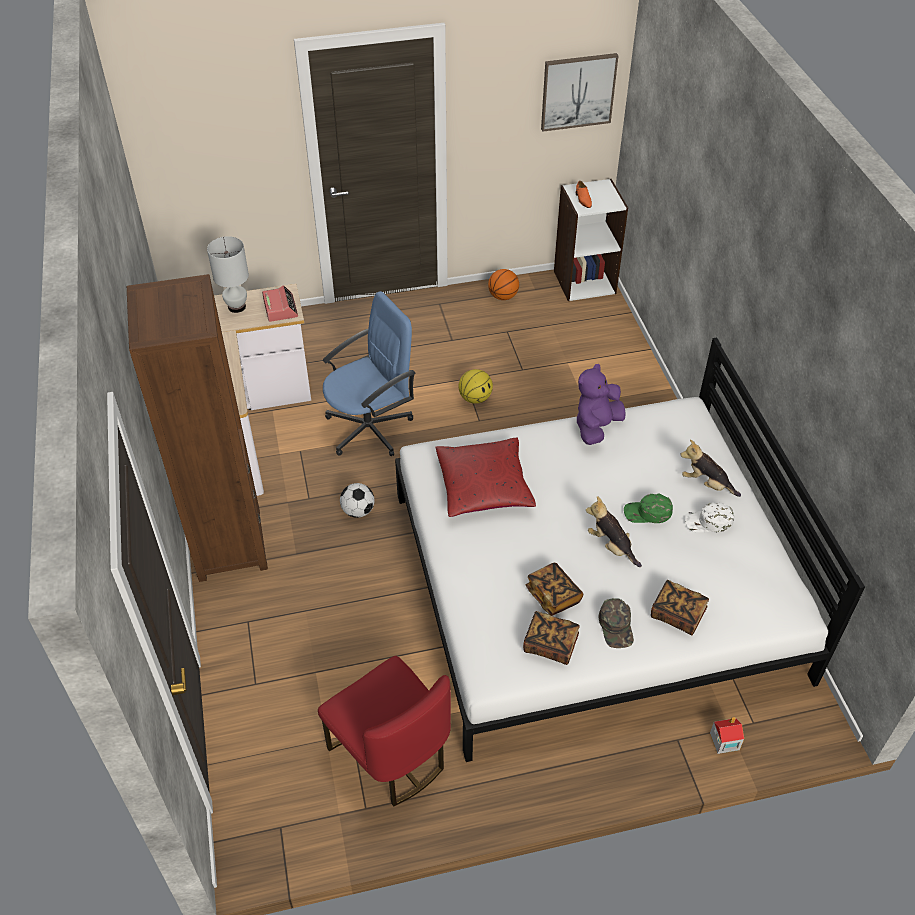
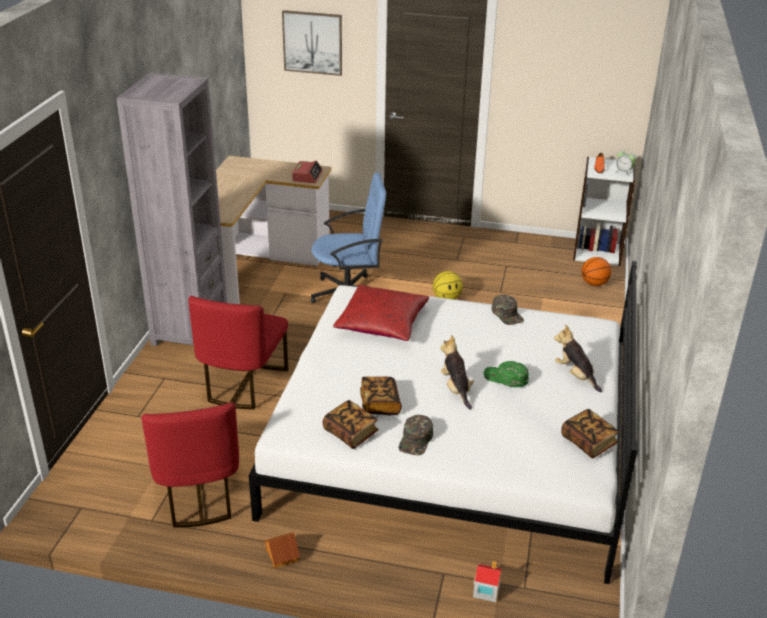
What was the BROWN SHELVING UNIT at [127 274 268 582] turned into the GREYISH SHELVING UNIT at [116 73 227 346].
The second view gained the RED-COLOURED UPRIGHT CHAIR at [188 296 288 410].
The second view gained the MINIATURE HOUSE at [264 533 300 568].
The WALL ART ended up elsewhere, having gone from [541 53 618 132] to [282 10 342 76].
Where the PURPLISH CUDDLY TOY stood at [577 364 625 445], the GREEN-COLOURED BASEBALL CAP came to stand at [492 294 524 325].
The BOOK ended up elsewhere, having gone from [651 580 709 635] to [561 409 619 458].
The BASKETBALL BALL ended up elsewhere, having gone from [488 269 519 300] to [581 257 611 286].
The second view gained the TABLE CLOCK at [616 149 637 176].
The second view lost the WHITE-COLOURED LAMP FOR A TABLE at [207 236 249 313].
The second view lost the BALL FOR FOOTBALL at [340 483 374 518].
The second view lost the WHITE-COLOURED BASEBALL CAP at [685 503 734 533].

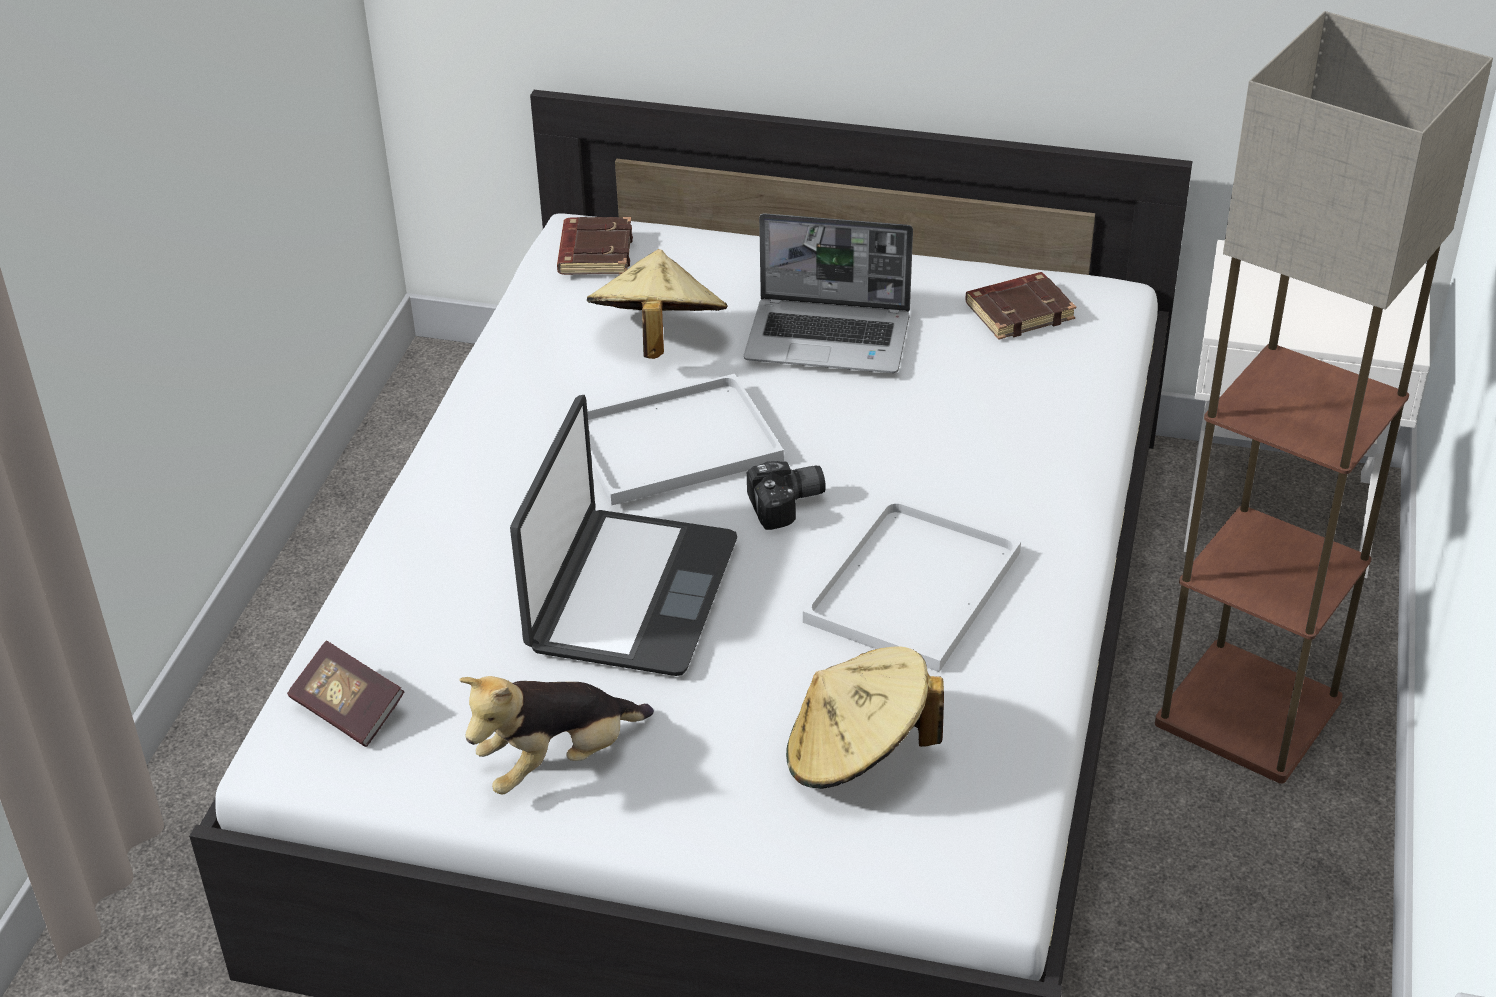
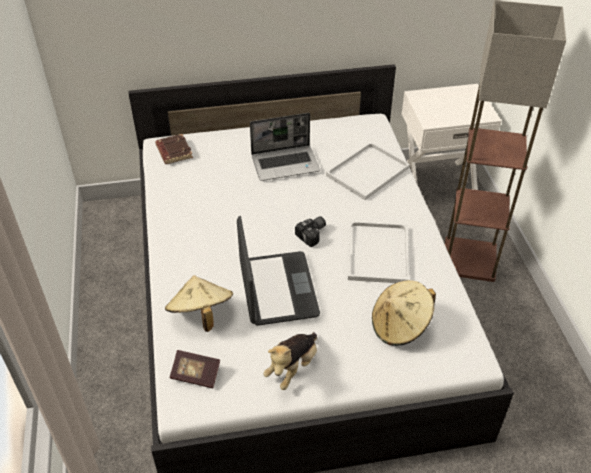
The SAND-COLOURED HAT ended up elsewhere, having gone from [587 249 727 359] to [165 275 233 332].
The WHITE-COLOURED TRAY ended up elsewhere, having gone from [587 374 784 506] to [326 142 410 200].
The second view lost the BROWN BOOK at [965 272 1076 340].

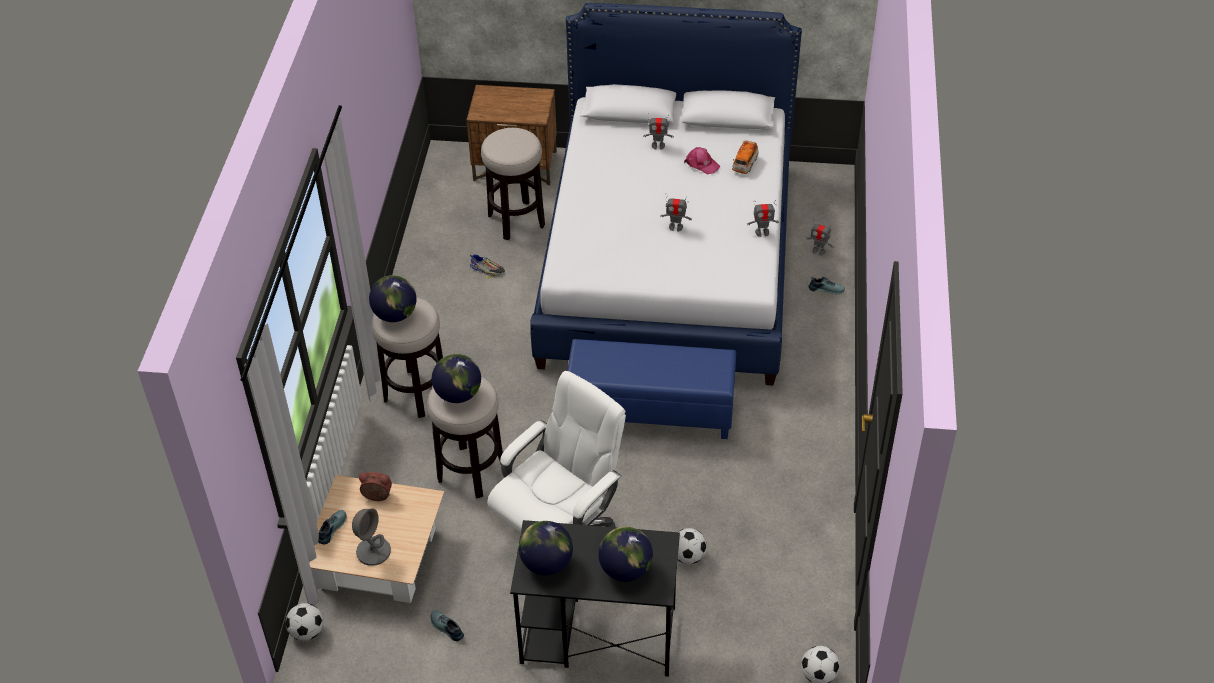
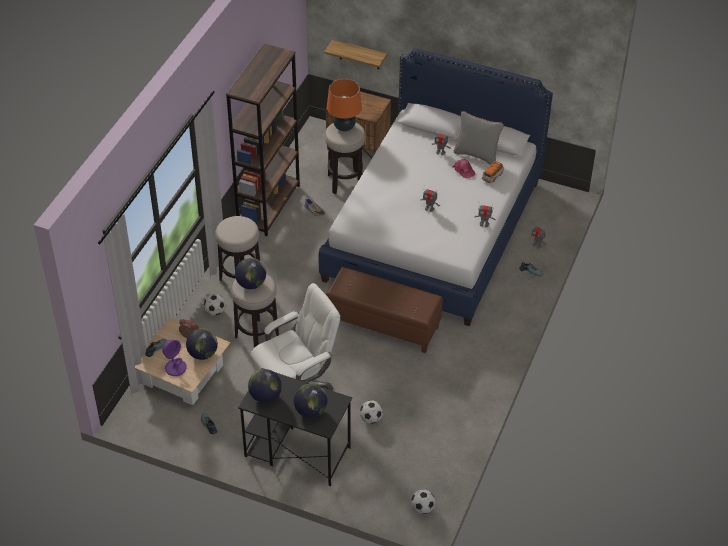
What was the GREYISH LAMP FOR A TABLE at [352 508 391 566] turned into the PURPLISH LAMP FOR A TABLE at [162 340 187 376].
The GLOBE ended up elsewhere, having gone from [369 275 416 322] to [186 328 218 360].
The BALL FOR FOOTBALL ended up elsewhere, having gone from [286 603 323 641] to [204 294 225 316].
The second view gained the BROWN SHELVING UNIT at [226 43 300 236].
The second view gained the WALL SHELF at [324 40 387 69].
What was the BLUE-COLOURED OTTOMAN at [567 339 736 439] turned into the BROWN OTTOMAN at [326 267 443 353].
The second view gained the ORANGE-COLOURED LAMP FOR A TABLE at [327 79 362 131].
The second view gained the GREYISH THROW PILLOW at [454 111 504 165].

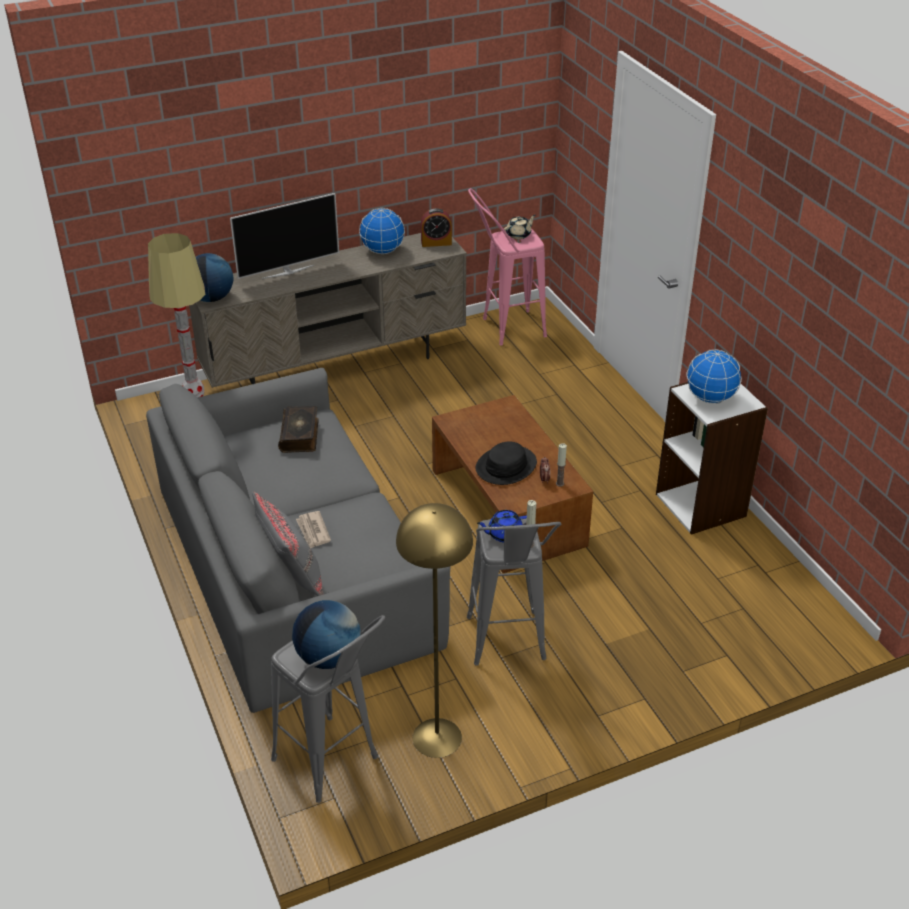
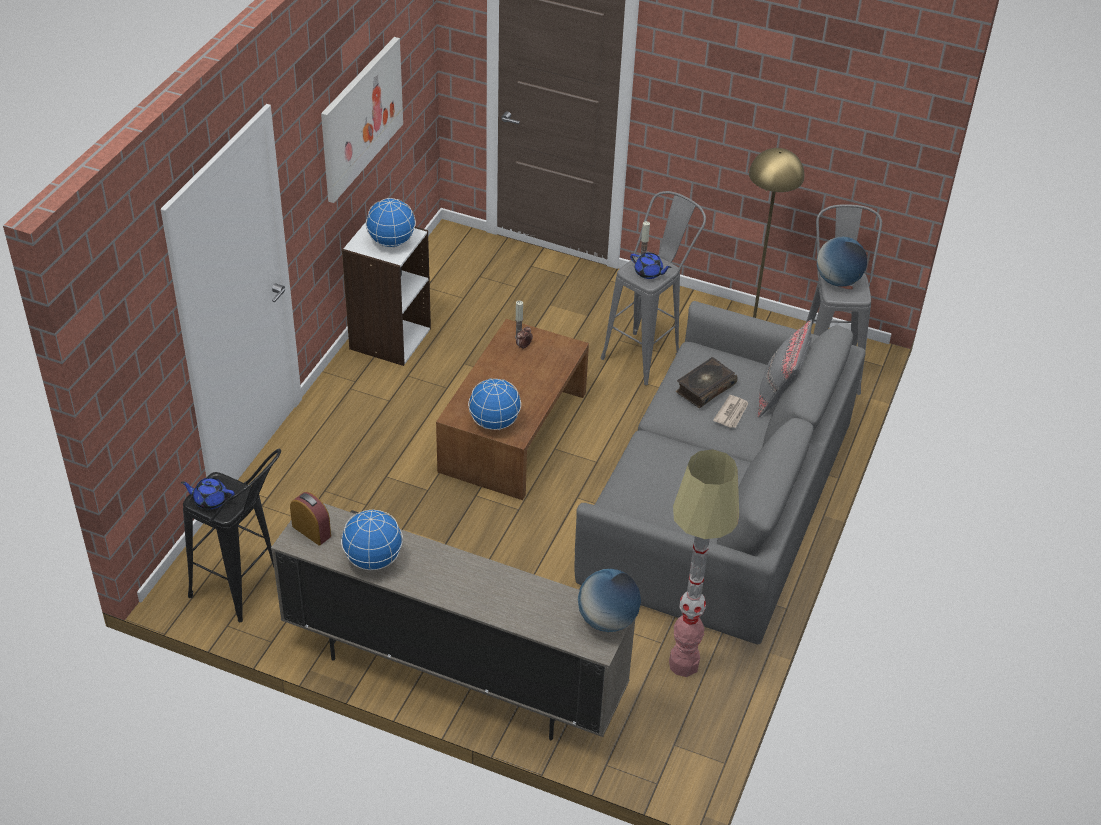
What was the SAND-COLOURED TEAPOT at [504 215 536 239] turned into the BLUE-COLOURED TEAPOT at [181 477 234 509].
What was the PINK-COLOURED SITTING STOOL at [468 188 547 346] turned into the BLACK-COLOURED SITTING STOOL at [183 449 281 622].
The second view gained the WALL ART at [321 37 403 203].
The second view gained the GLOBE at [468 378 521 430].
The BOOK ended up elsewhere, having gone from [278 406 319 453] to [675 357 738 408].
The second view lost the TELEVISION at [230 193 339 279].
The second view lost the BLACK-COLOURED HAT at [475 441 537 485].

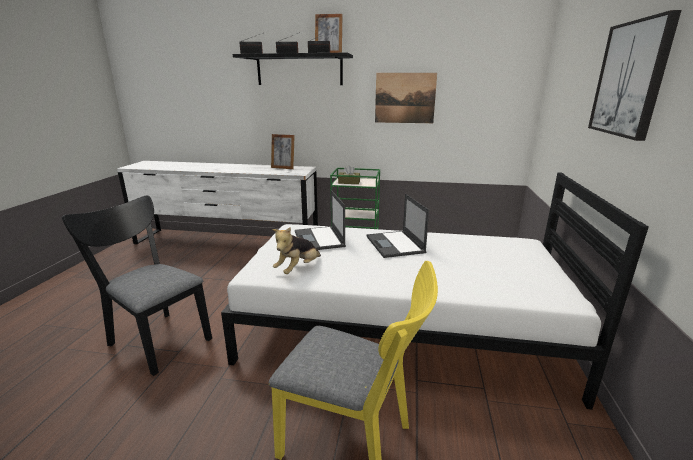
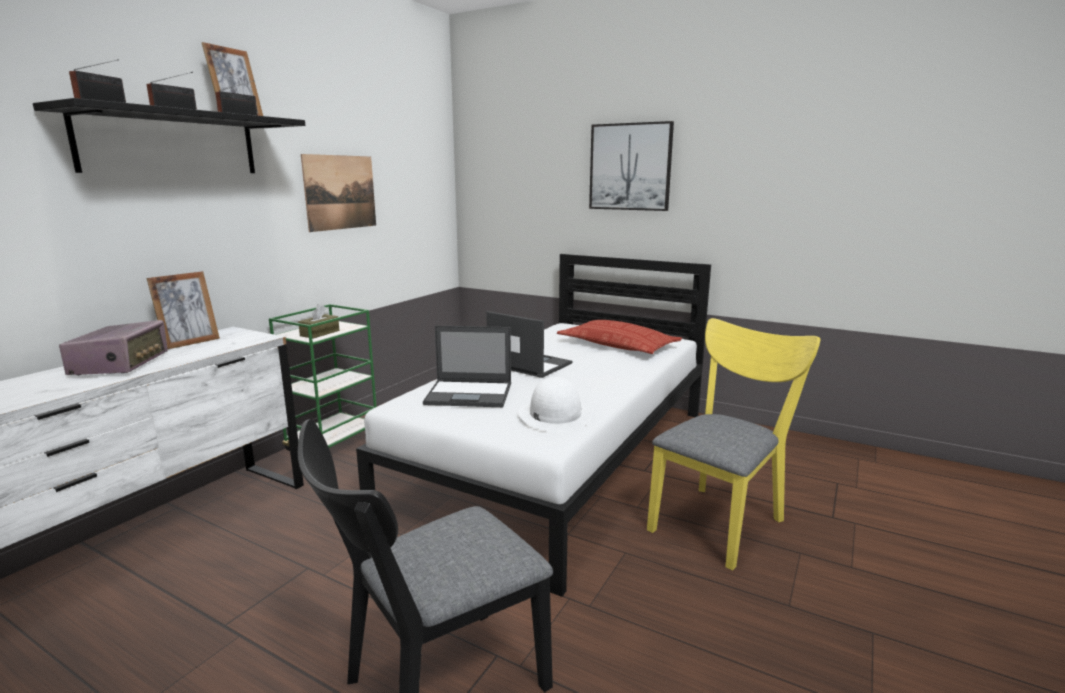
The second view gained the RADIO RECEIVER at [59 320 168 375].
The PORTABLE COMPUTER at [367 194 429 258] ended up facing another way, 150 degrees counterclockwise from before.
Where the CUDDLY TOY stood at [272 227 321 274], the WHITE-COLOURED HAT came to stand at [518 377 593 432].
The second view gained the THROW PILLOW at [557 320 682 354].

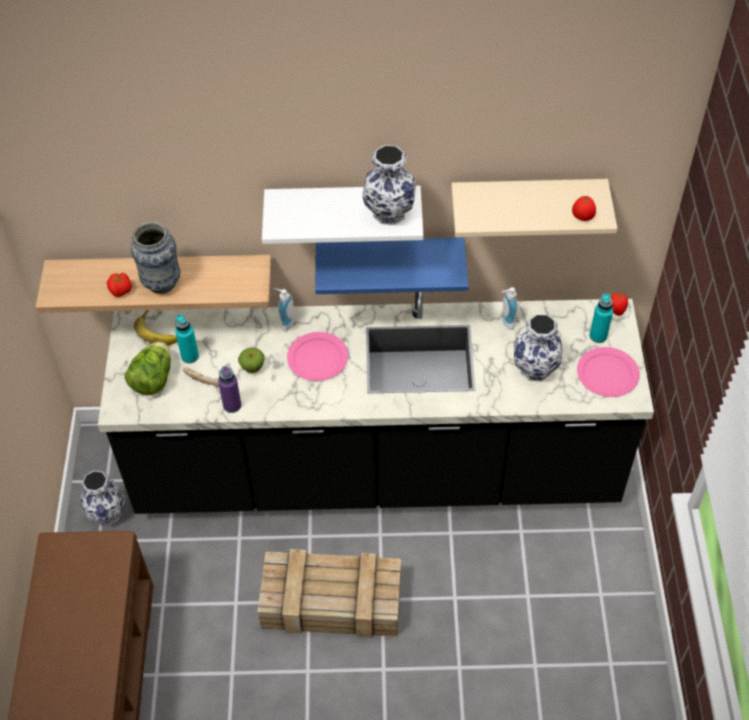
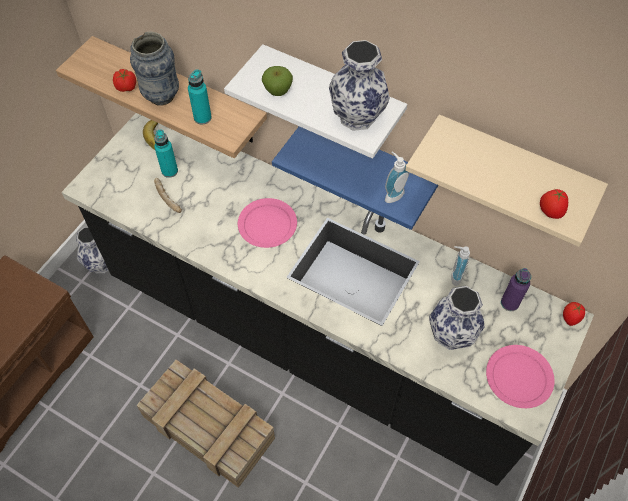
The TURQUOISE DRINK BOTTLE ended up elsewhere, having gone from [590 293 613 343] to [188 69 212 124].
The APPLE FRUIT ended up elsewhere, having gone from [238 348 264 373] to [262 66 293 96].
The SOAP DISPENSER ended up elsewhere, having gone from [274 288 294 332] to [385 151 410 203].
The PURPLISH DRINK BOTTLE ended up elsewhere, having gone from [218 366 241 413] to [501 268 531 311].
The second view lost the LETTUCE at [124 342 170 395].

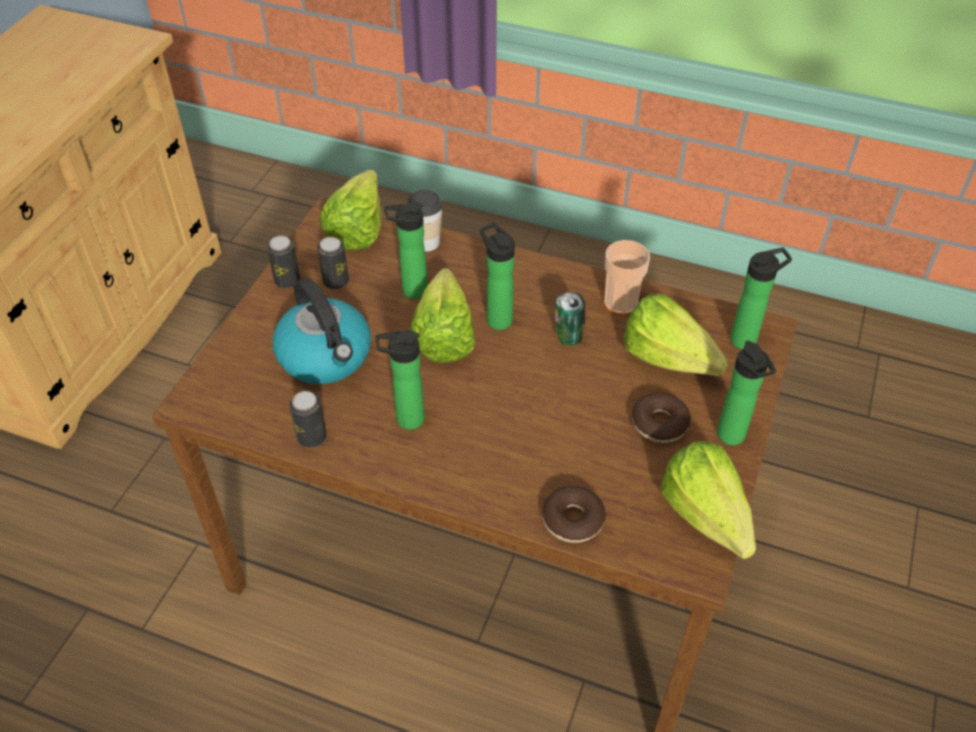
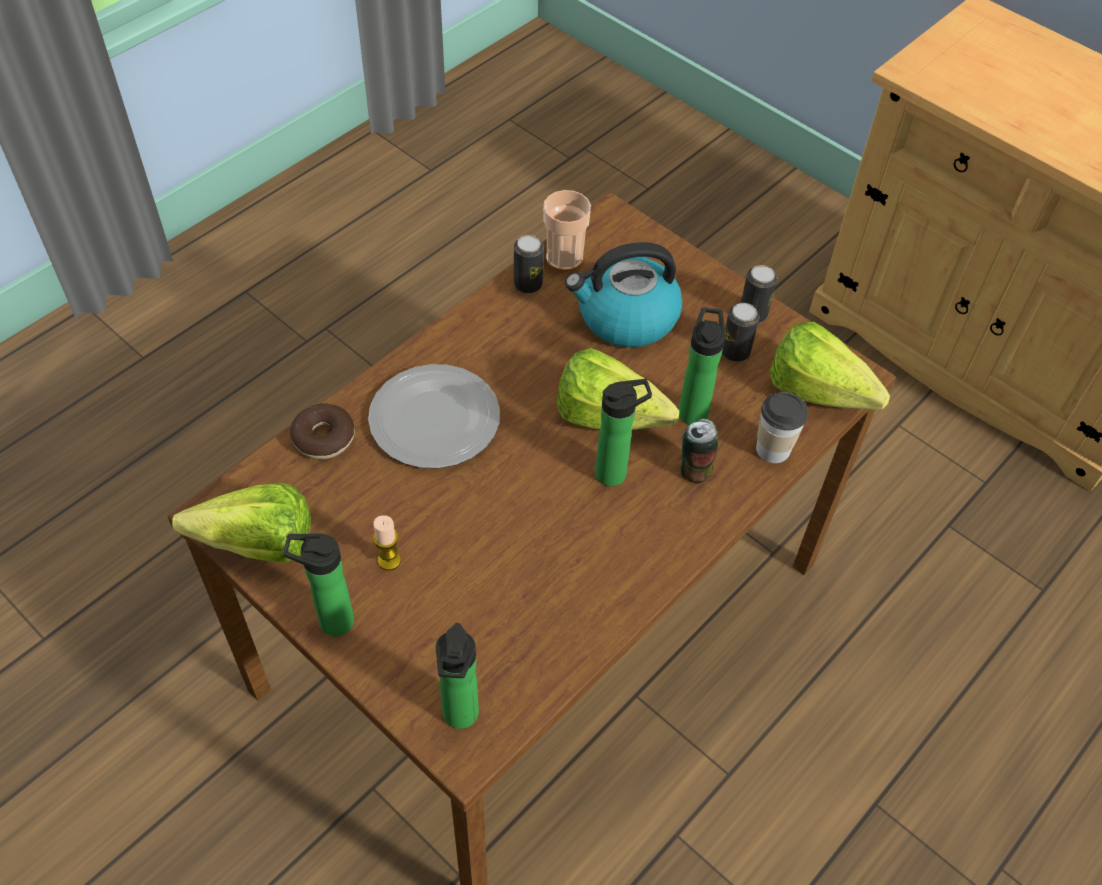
The second view gained the DINNER PLATE at [368 364 500 469].
Where the RING DOUGHNUT stood at [632 393 691 443], the CANDLE came to stand at [373 515 401 571].
The DRINKING CUP ended up elsewhere, having gone from [604 240 650 316] to [543 190 591 272].
The SEALED CAN ended up elsewhere, having gone from [555 292 585 345] to [681 419 718 483].
The second view lost the DRINK BOTTLE at [376 330 425 430].
The second view lost the LETTUCE at [624 294 728 376].

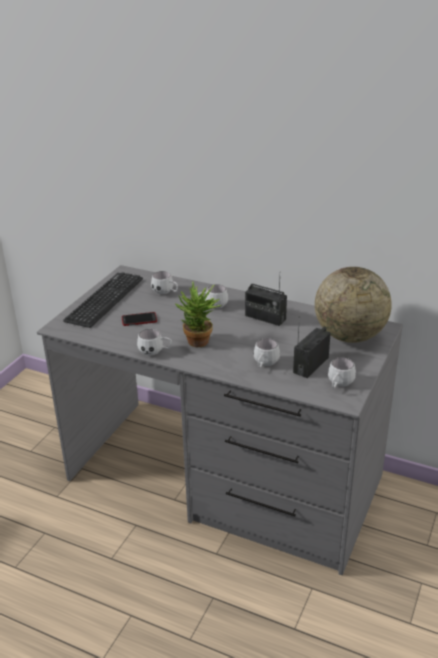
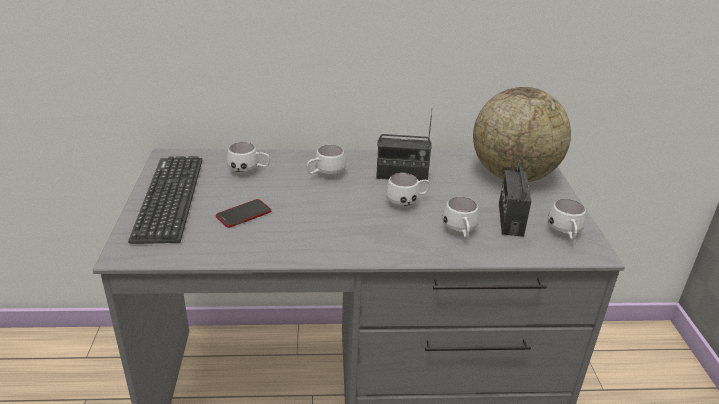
The WHITE-COLOURED TEA MUG ended up elsewhere, having gone from [137 329 172 355] to [386 173 430 208].
The second view lost the HOUSEPLANT at [175 281 222 347].

